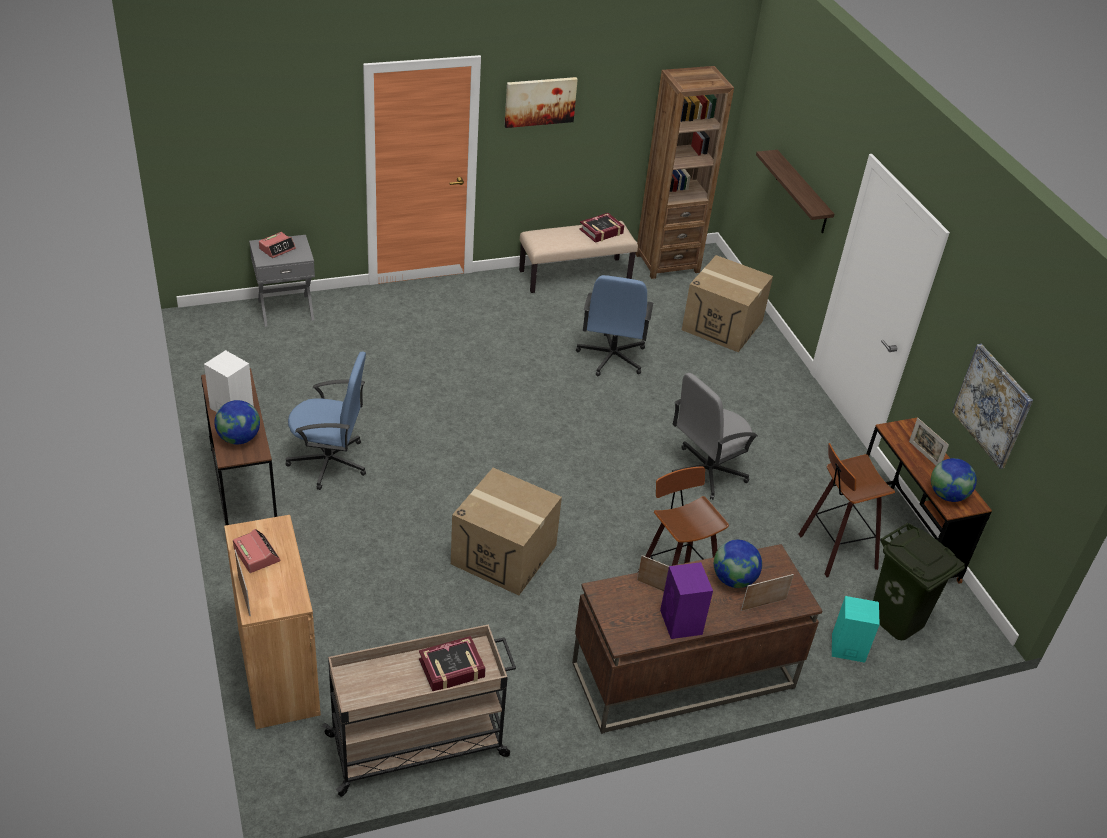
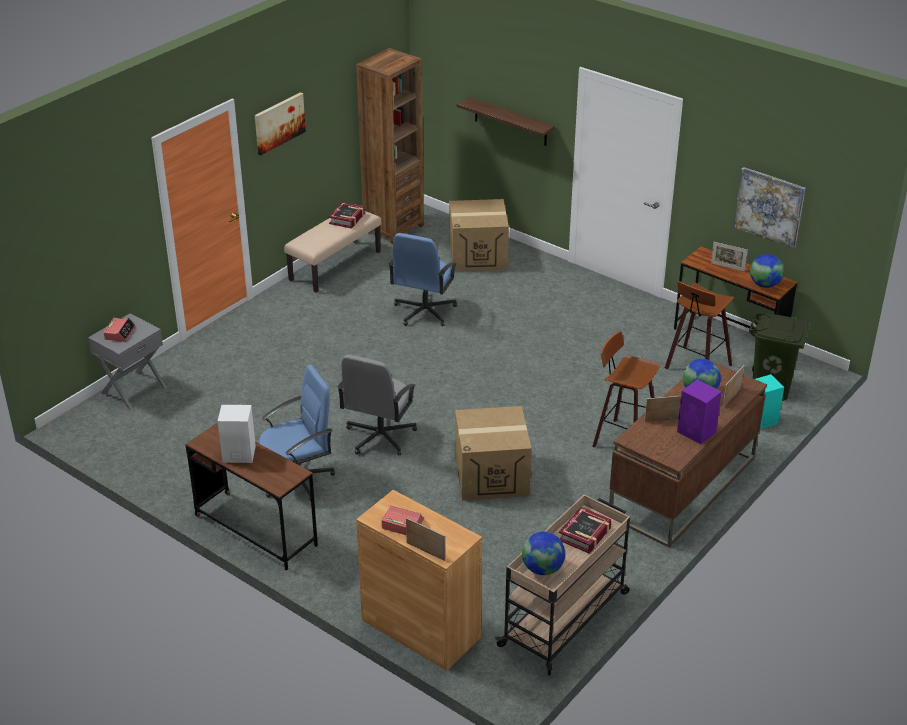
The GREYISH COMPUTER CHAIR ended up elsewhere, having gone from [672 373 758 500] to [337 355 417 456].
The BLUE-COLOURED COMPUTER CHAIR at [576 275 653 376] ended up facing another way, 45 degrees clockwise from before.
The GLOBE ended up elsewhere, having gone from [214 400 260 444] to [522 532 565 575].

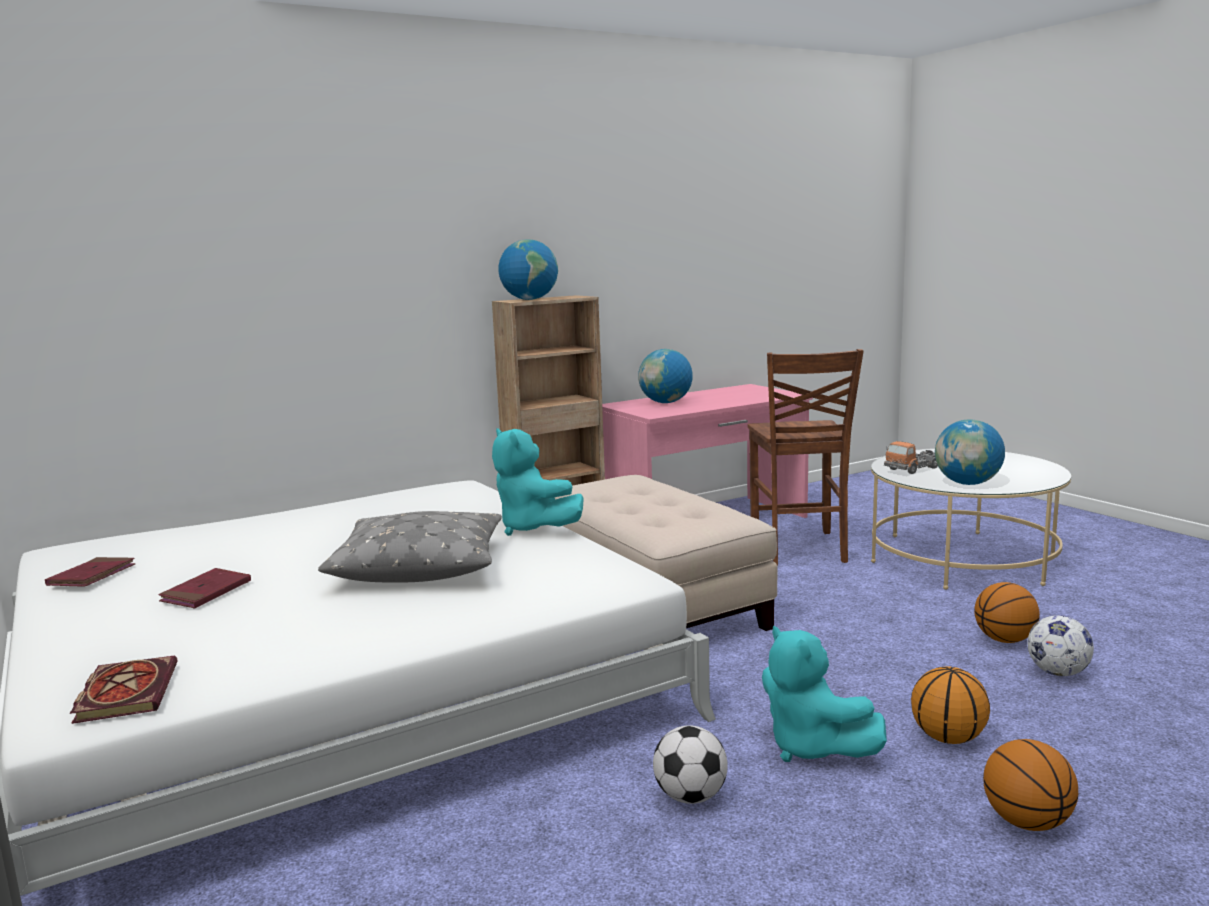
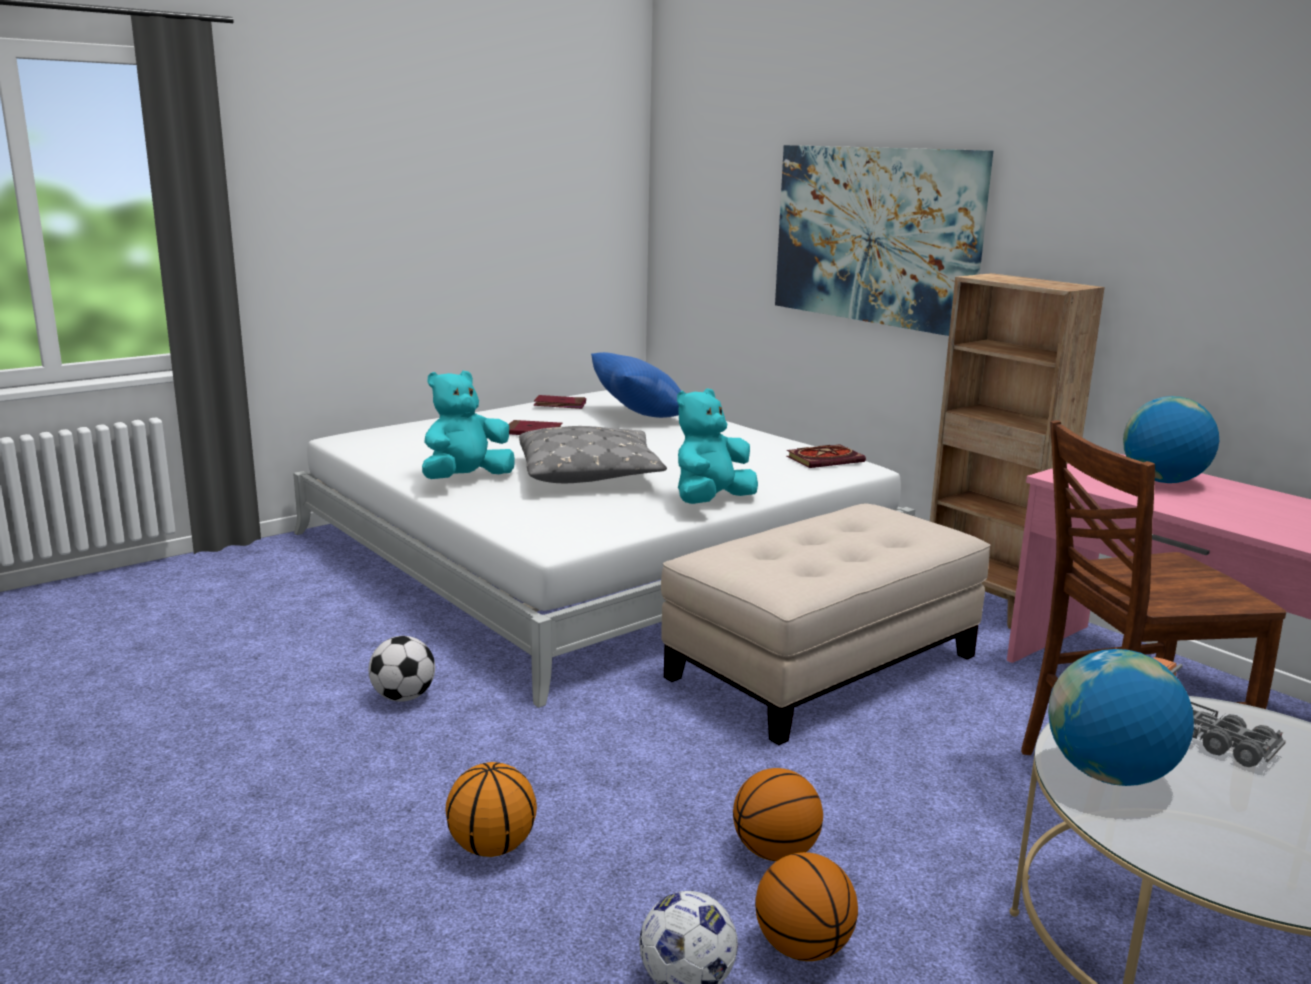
The TURQUOISE CUDDLY TOY ended up elsewhere, having gone from [762 625 887 762] to [422 371 515 479].
The second view gained the BLUE-COLOURED THROW PILLOW at [591 352 681 418].
The BASKETBALL BALL ended up elsewhere, having gone from [983 739 1078 831] to [733 768 823 861].
The second view gained the WALL ART at [775 145 993 336].
The BOOK ended up elsewhere, having gone from [70 655 178 724] to [786 444 866 468].
The second view lost the GLOBE at [499 239 558 300].

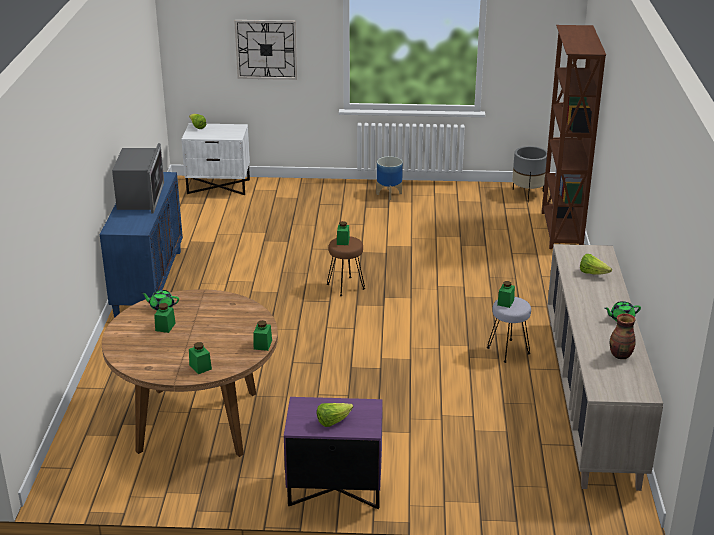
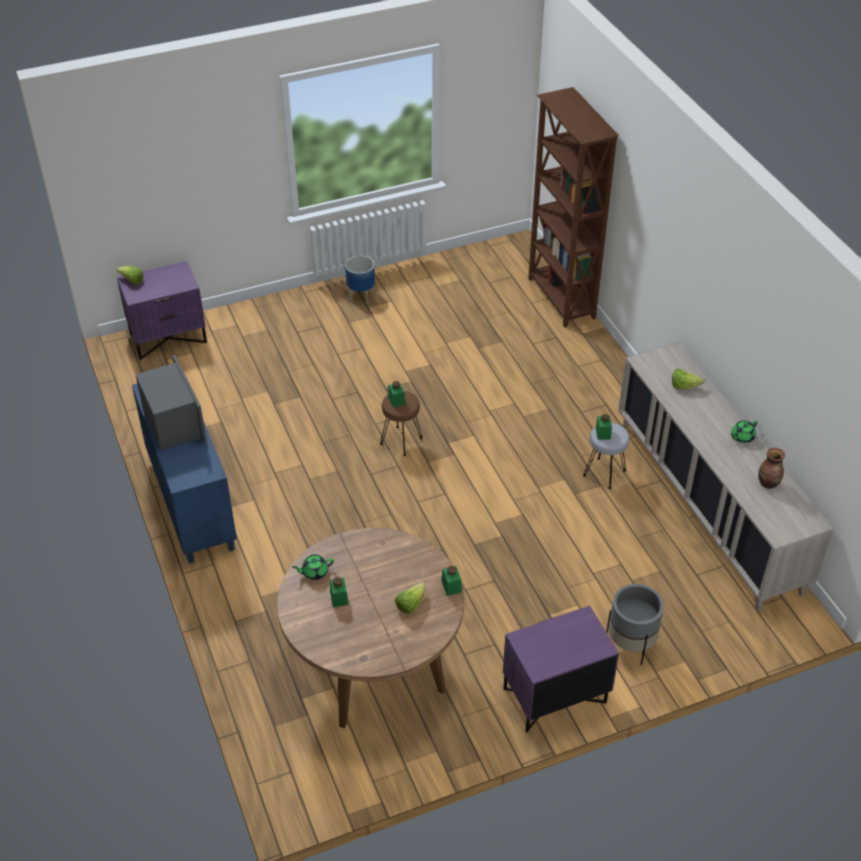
What was the WHITE-COLOURED NIGHT TABLE at [182 123 250 195] turned into the PURPLISH NIGHT TABLE at [117 261 207 360].
The LETTUCE ended up elsewhere, having gone from [317 403 353 427] to [395 582 425 614].
The GREYISH PLANTER ended up elsewhere, having gone from [512 146 547 201] to [607 584 664 665].
The second view lost the GREEN-COLOURED JAR at [189 342 212 374].
The second view lost the HANGING CLOCK at [234 20 297 80].

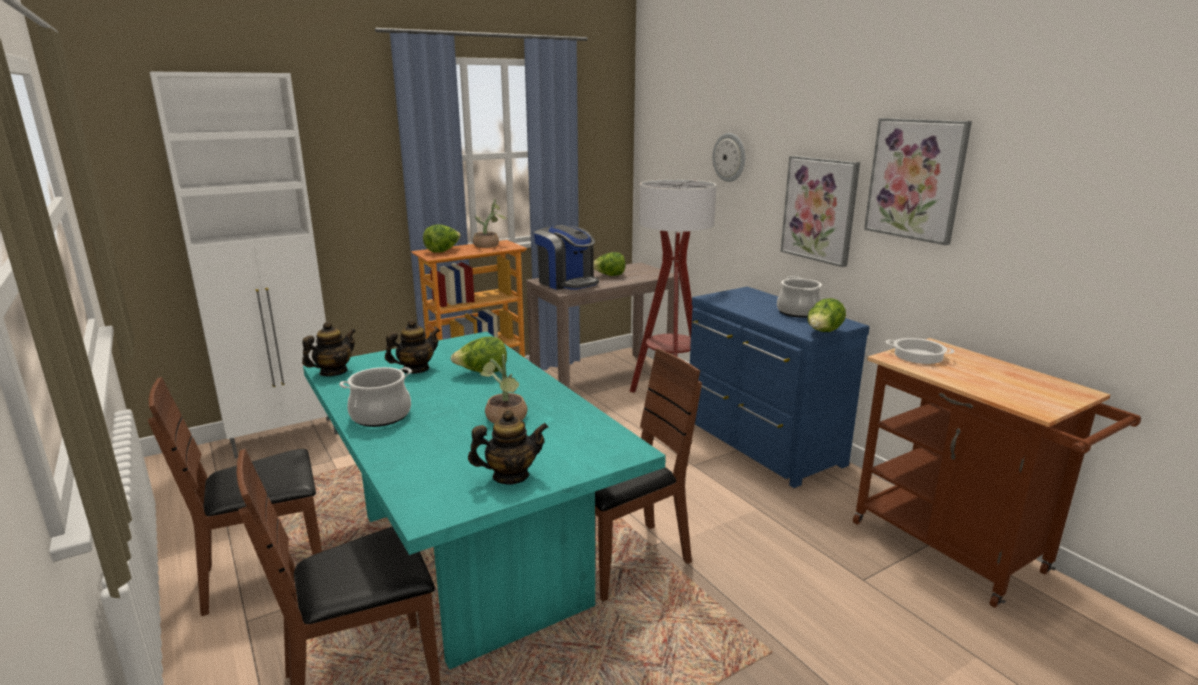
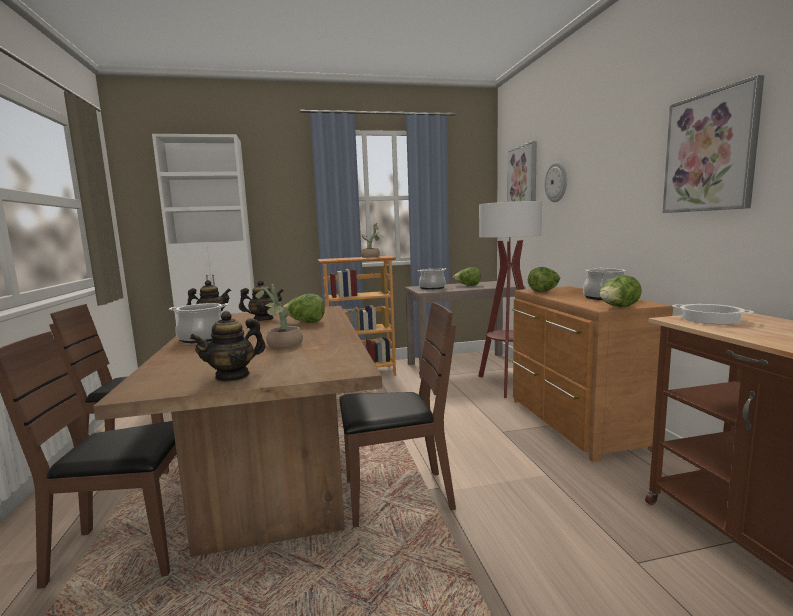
What was the TURQUOISE DINNER TABLE at [303 331 666 670] turned into the BROWN DINNER TABLE at [93 306 382 557].
The TEAPOT at [468 410 548 485] ended up facing another way, 135 degrees clockwise from before.
Where the COFFEE BREWER stood at [534 225 599 290], the COOKING POT came to stand at [417 268 446 290].
The WALL ART ended up elsewhere, having gone from [781 156 860 267] to [507 141 537 202].
What was the BLUE-COLOURED CHEST OF DRAWERS at [690 287 869 488] turned into the BROWN CHEST OF DRAWERS at [512 286 673 462].
The LETTUCE ended up elsewhere, having gone from [423 225 461 253] to [528 267 560 292].

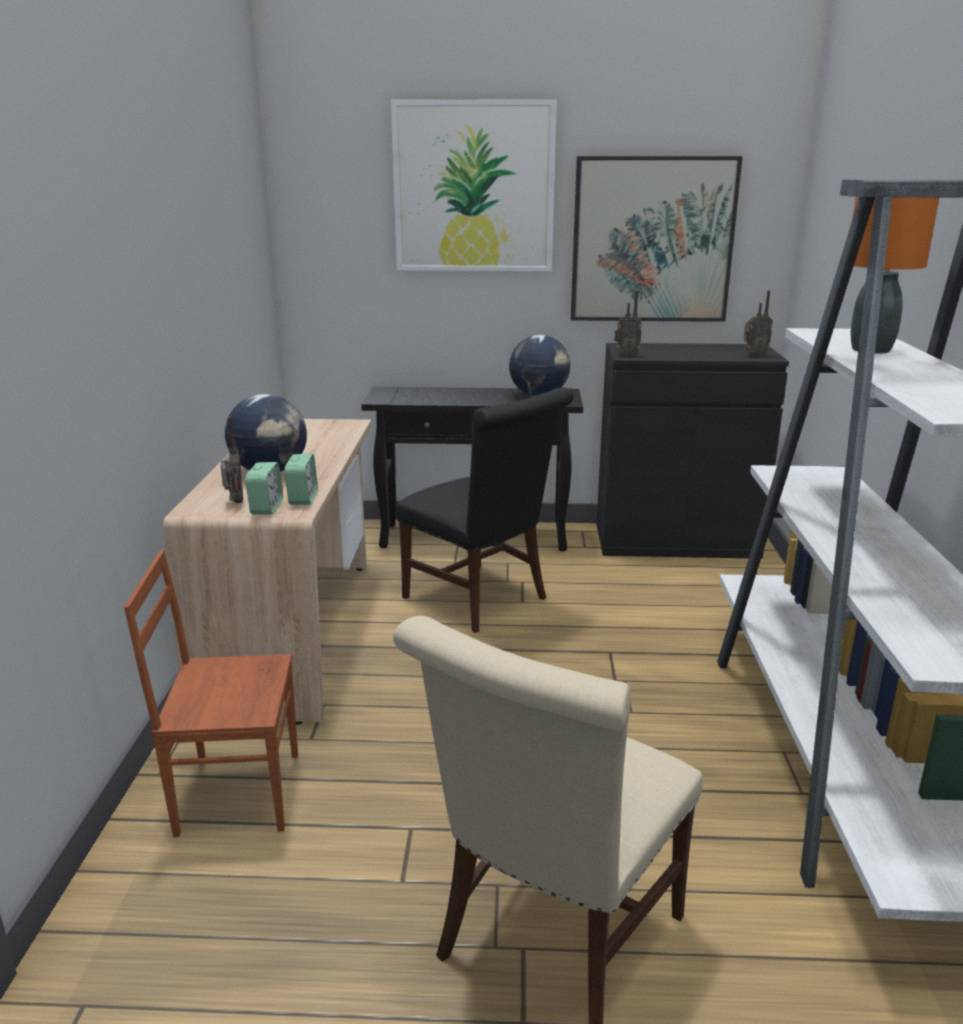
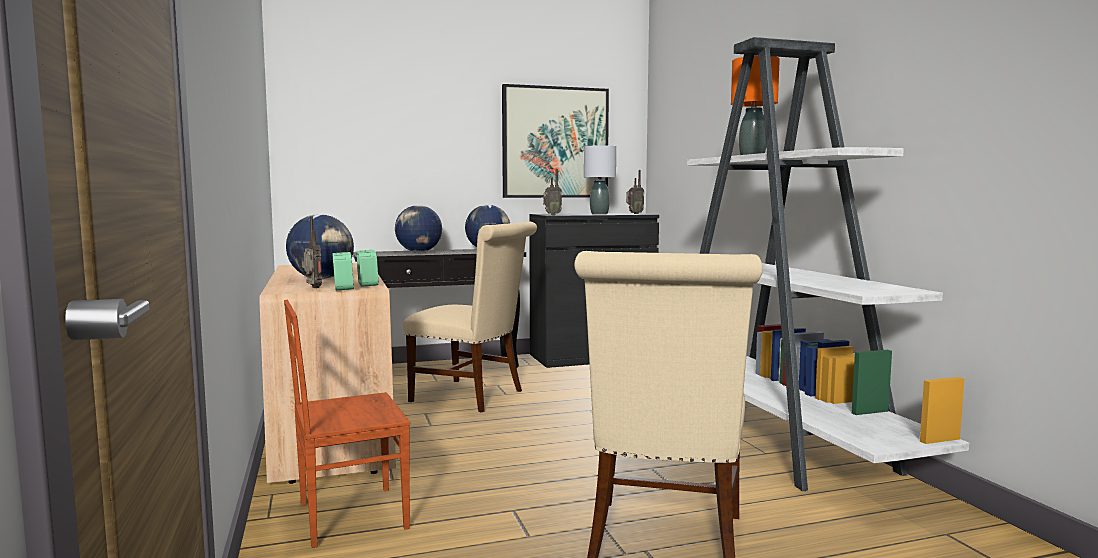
The second view gained the GLOBE at [395 205 442 252].
What was the BLACK-COLOURED UPRIGHT CHAIR at [396 387 574 633] turned into the SAND-COLOURED UPRIGHT CHAIR at [403 222 537 412].
The second view gained the GREYISH LAMP FOR A TABLE at [584 145 616 215].
The second view lost the WALL ART at [391 99 557 271].

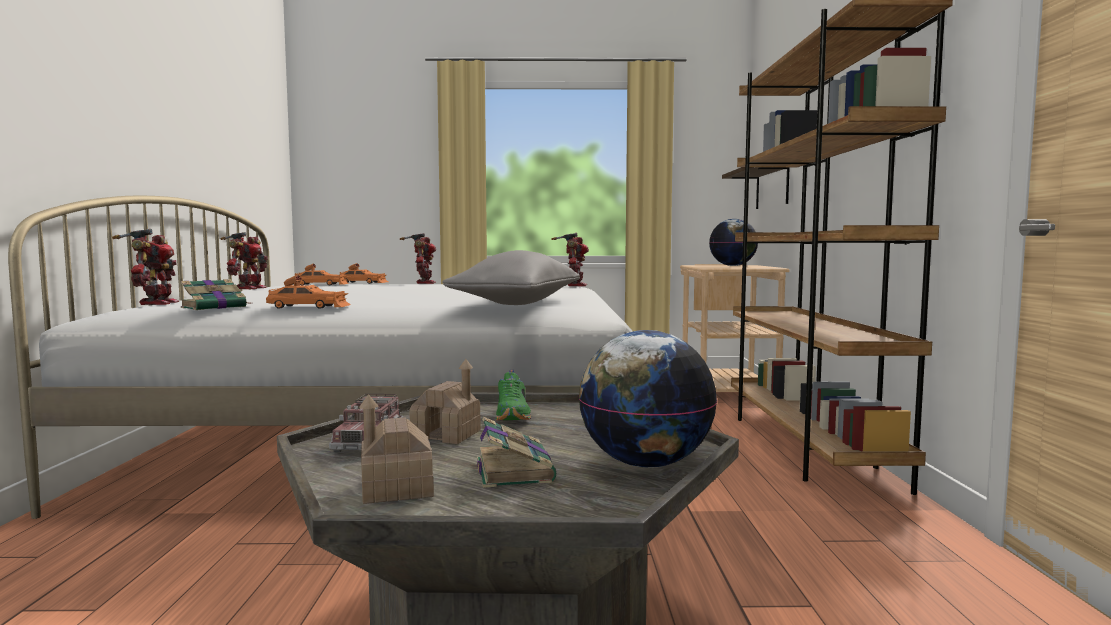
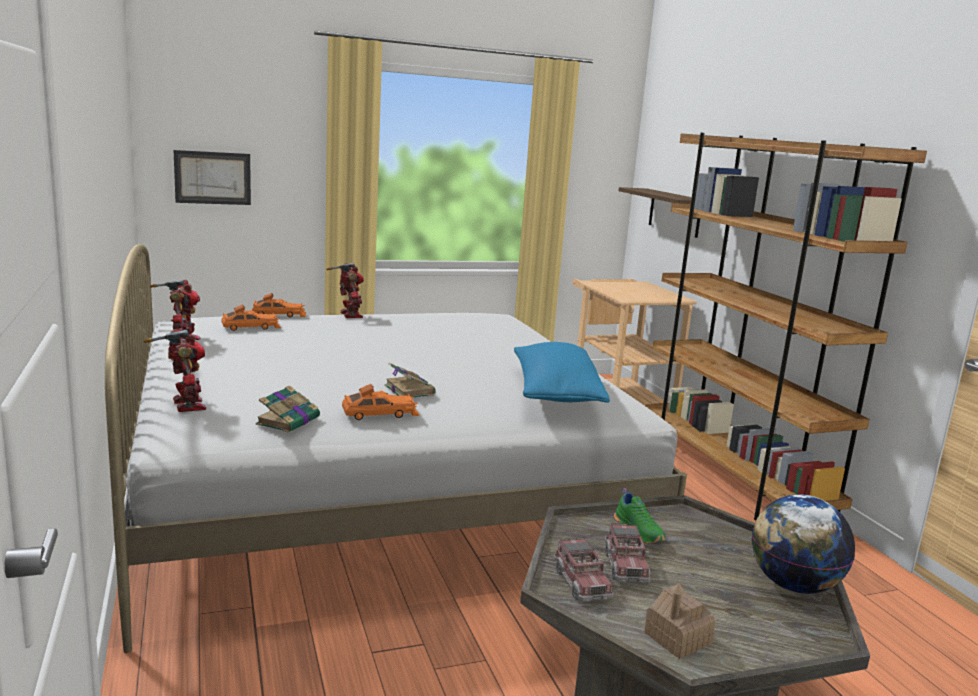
The second view gained the WALL ART at [174 150 251 205].
The BOOK ended up elsewhere, having gone from [477 417 556 488] to [385 363 436 397].
What was the GREYISH THROW PILLOW at [442 250 580 305] turned into the BLUE-COLOURED THROW PILLOW at [514 342 610 403].
Where the MINIATURE HOUSE stood at [409 359 481 444], the TOY TRUCK came to stand at [605 523 651 583].
The second view lost the TOY ROBOT at [551 233 589 286].
The second view lost the GLOBE at [709 219 758 266].

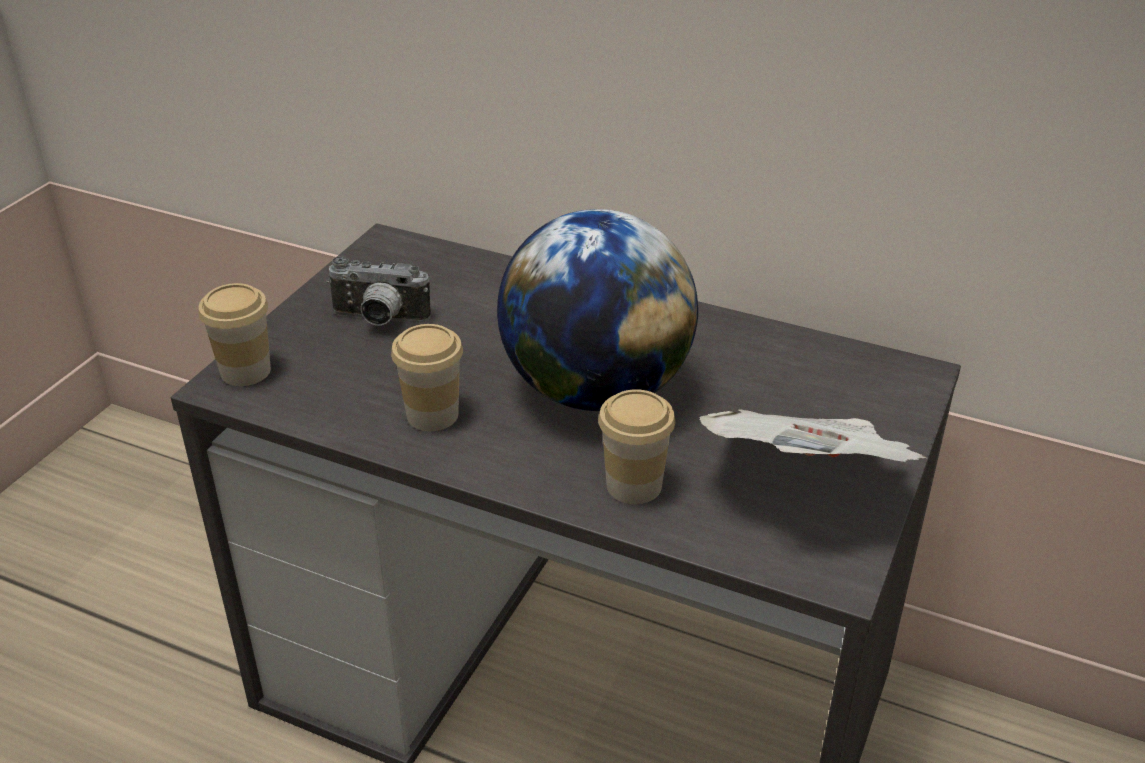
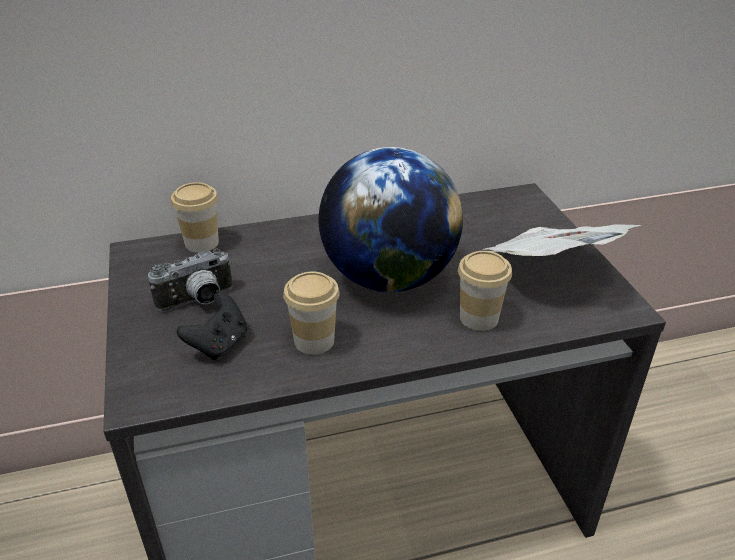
The DRINKING CUP ended up elsewhere, having gone from [198 283 271 386] to [171 182 219 253].
The second view gained the BLACK-COLOURED GAME CONTROLLER at [177 292 247 360].

